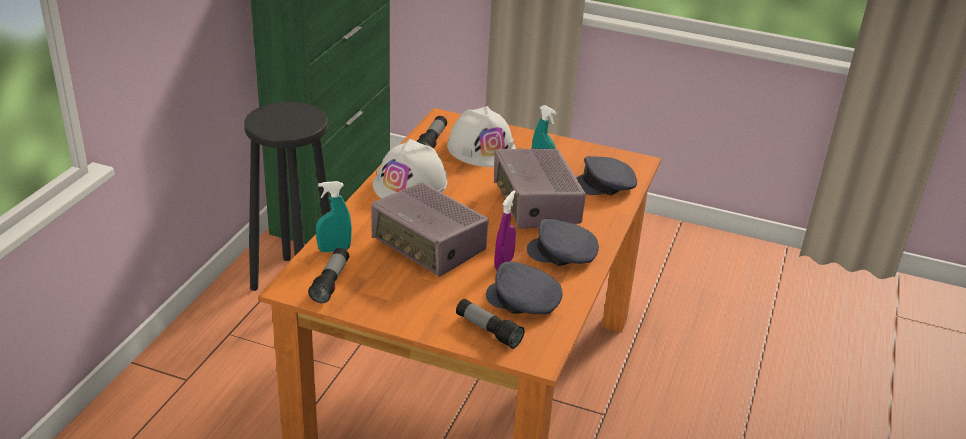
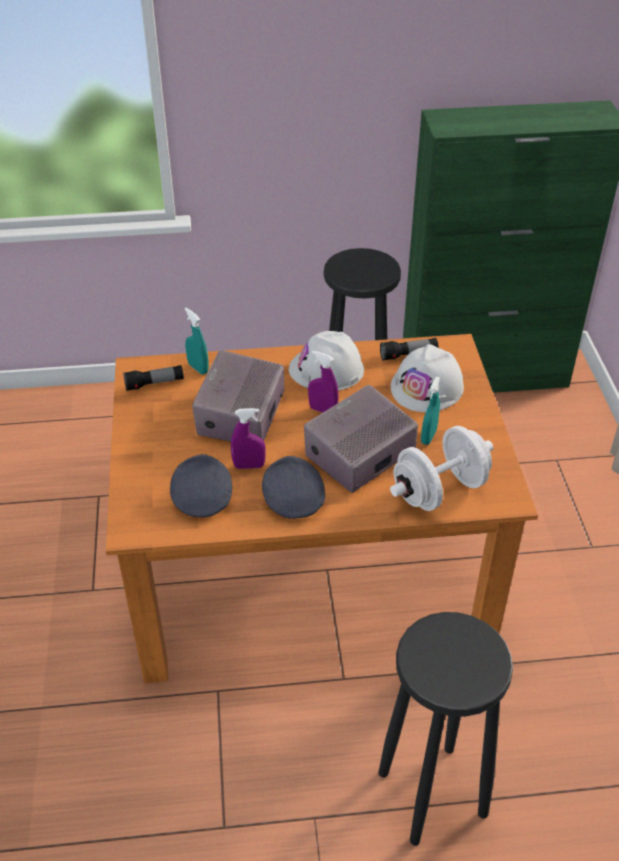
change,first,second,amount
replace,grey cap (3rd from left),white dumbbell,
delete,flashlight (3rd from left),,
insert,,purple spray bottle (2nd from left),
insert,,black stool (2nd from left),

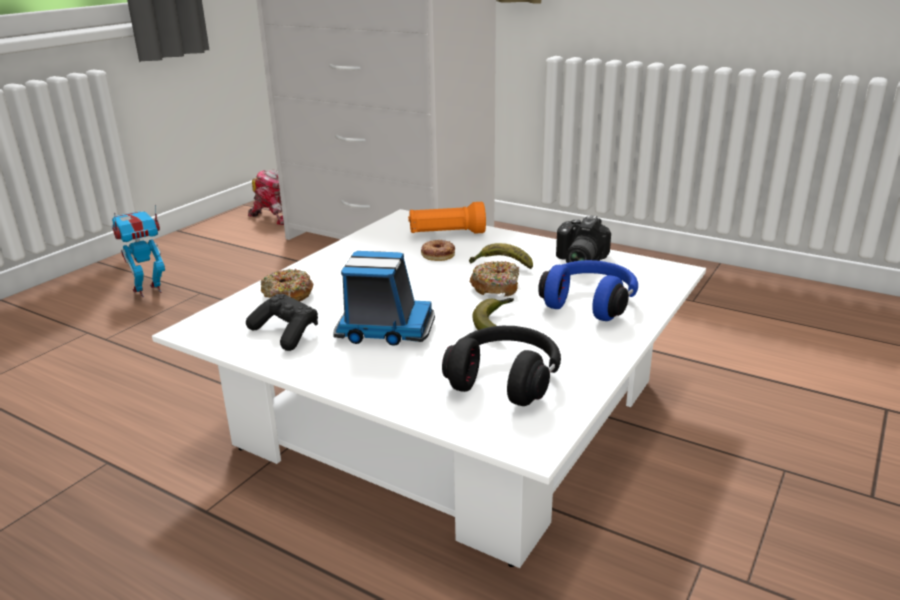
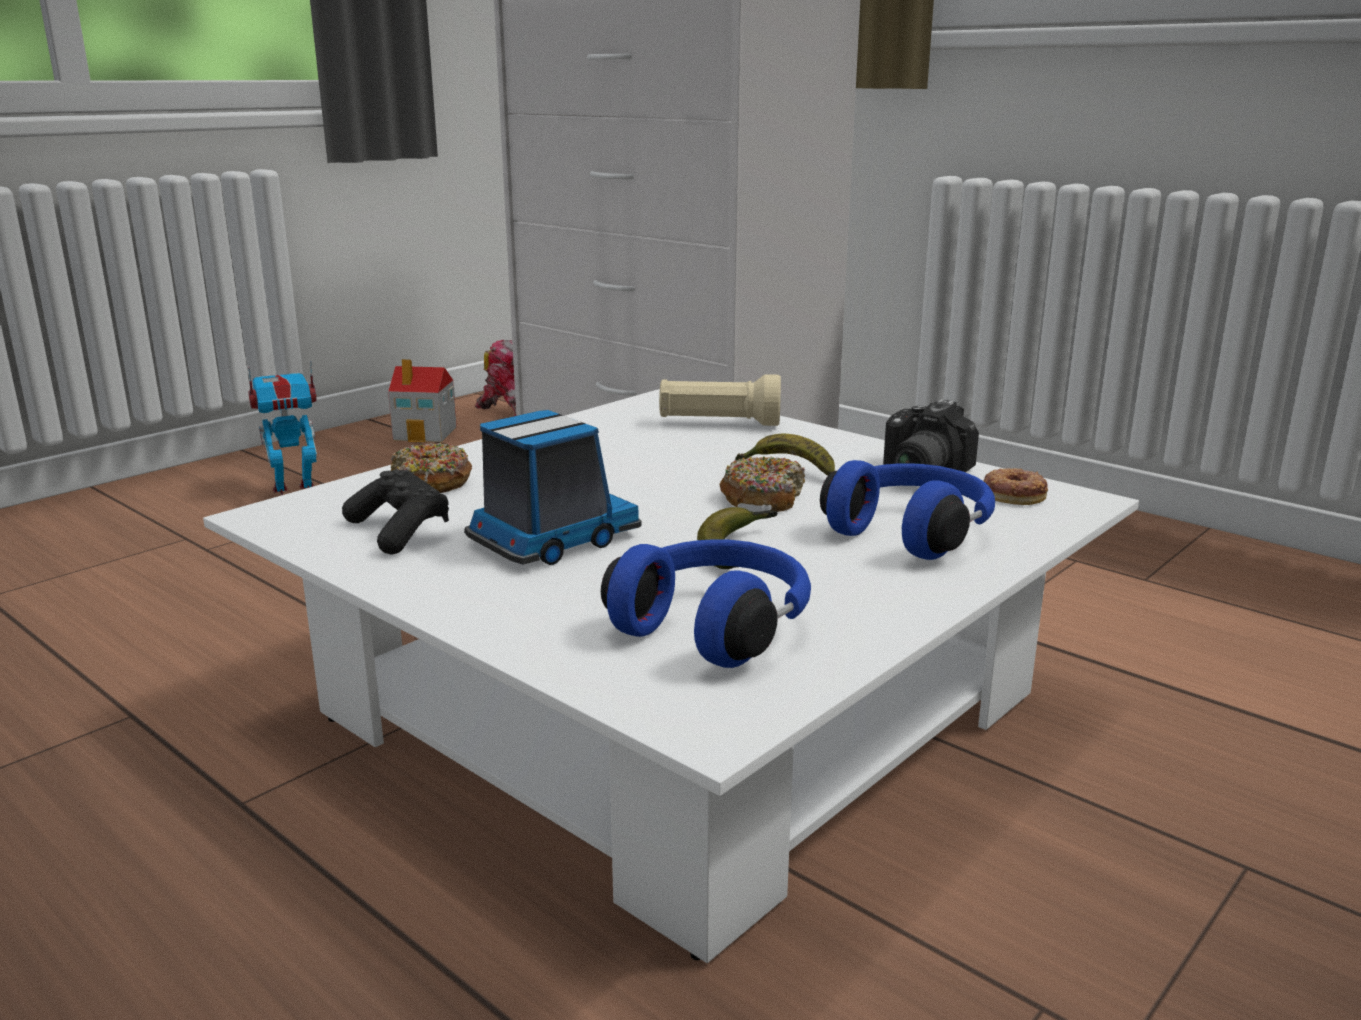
change,first,second,amount
recolor,orange flashlight,beige flashlight,
move,donut (2nd from left in the first image),donut (3rd from left),
rotate,toy truck,,60 degrees counterclockwise
recolor,black headphones,blue headphones (1st from left),
insert,,toy house,

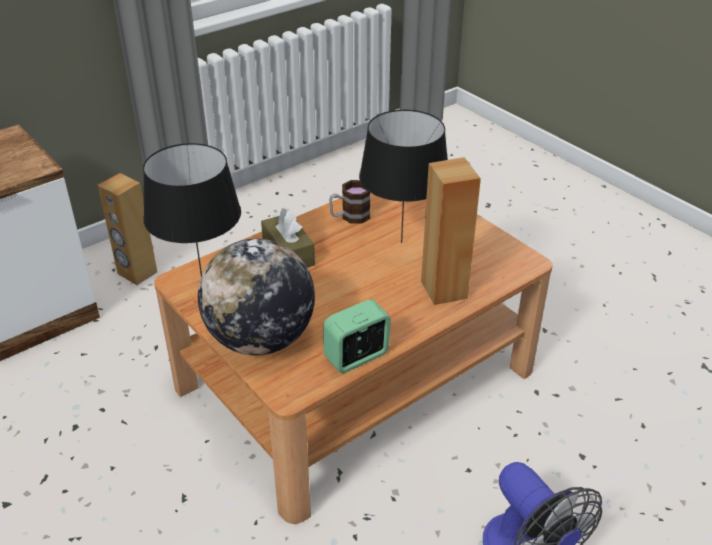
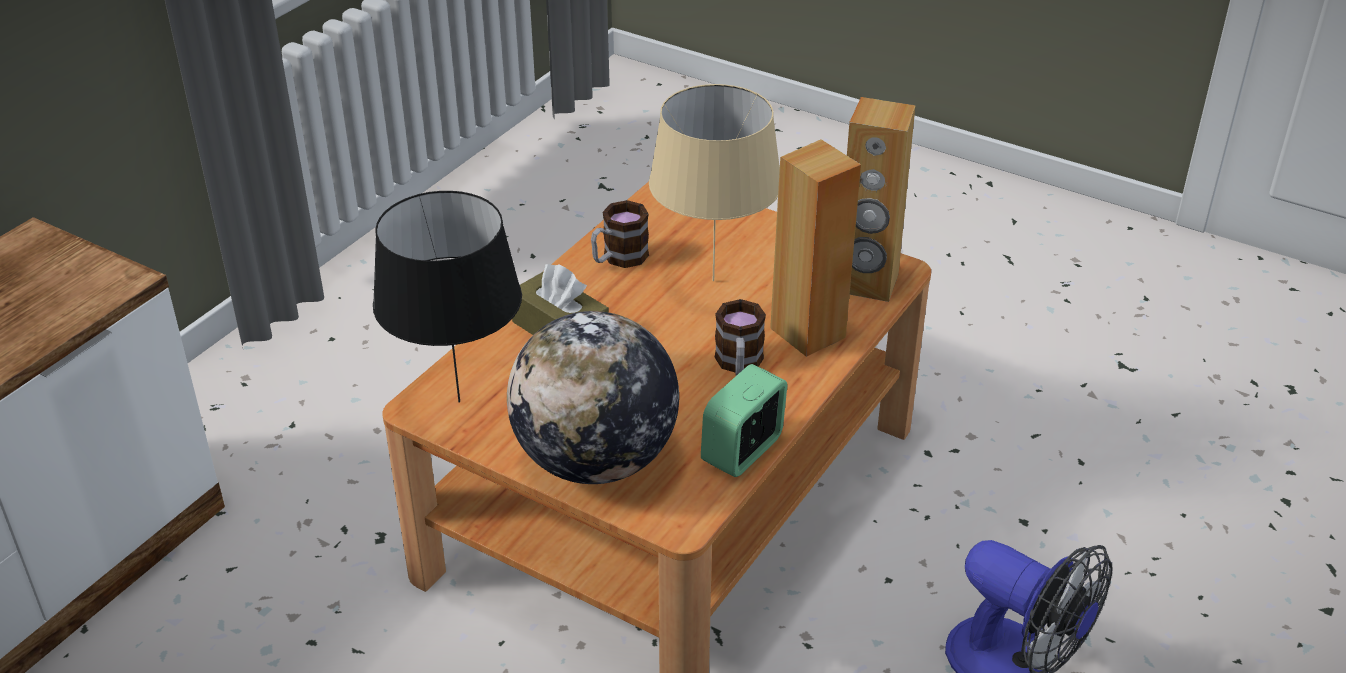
change,first,second,amount
recolor,black table lamp (2nd from left),beige table lamp,
move,brown speaker (1st from left in the first image),brown speaker (2nd from left),
insert,,mug (2nd from left),

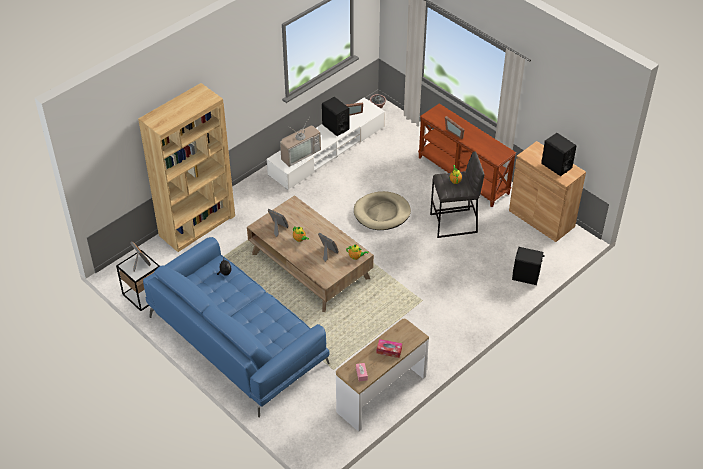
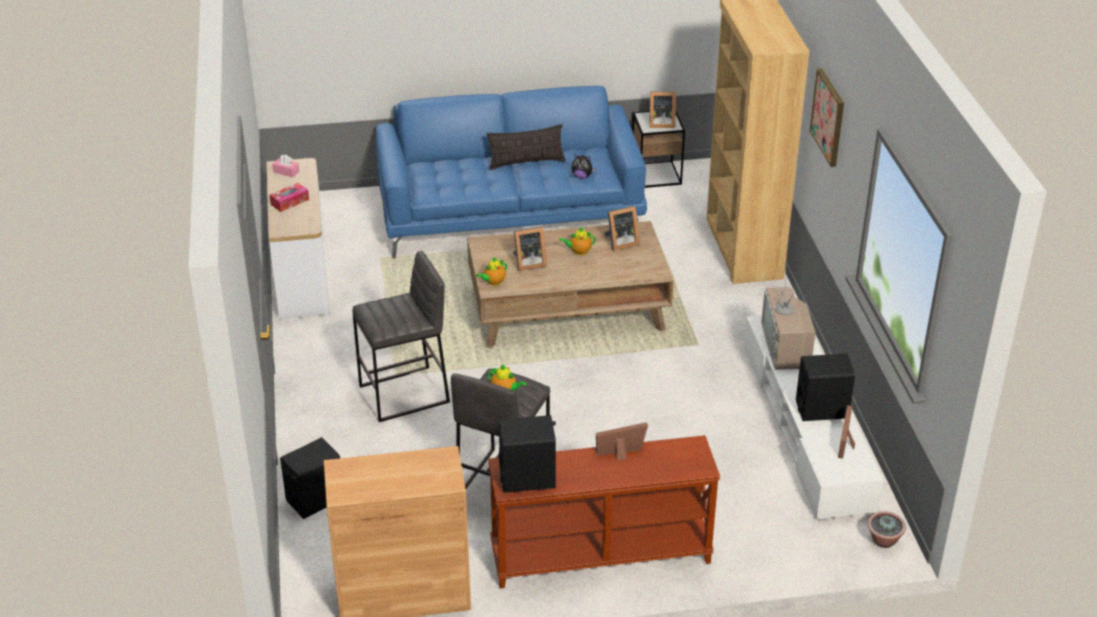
change,first,second,amount
move,black speaker (3rd from left in the first image),black speaker (2nd from left),
delete,beige dog bed,,
insert,,picture,
insert,,pillow,
insert,,grey stool (1st from left),

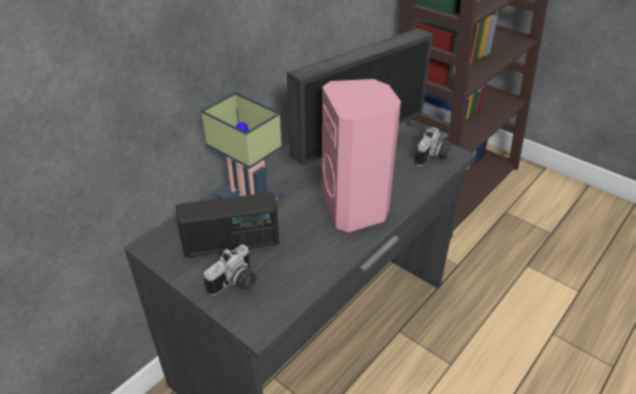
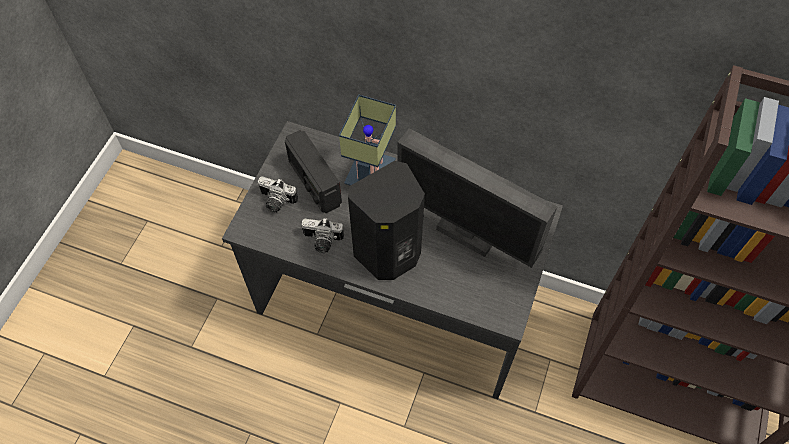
change,first,second,amount
recolor,pink speaker,black speaker,
move,photo camera (2nd from left),,

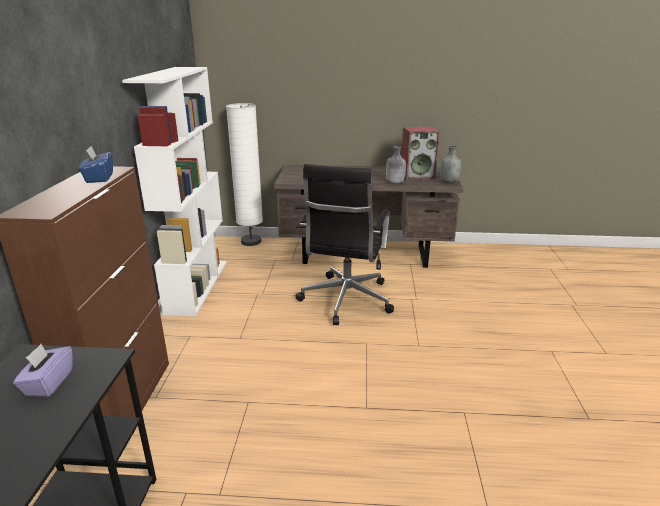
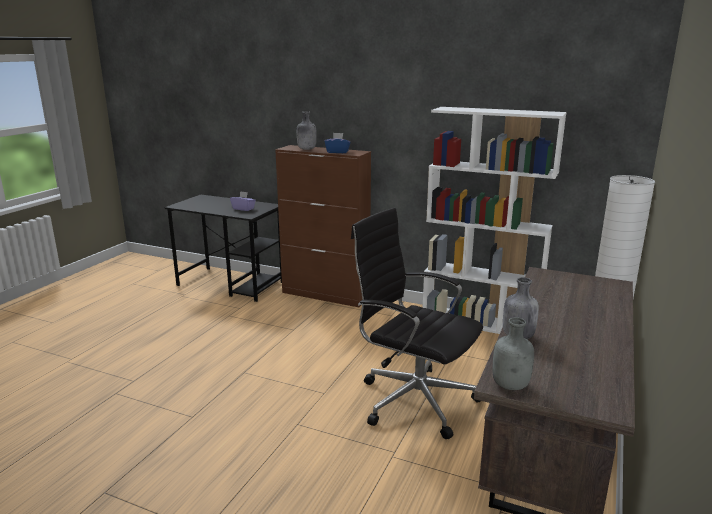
change,first,second,amount
delete,speaker,,
insert,,grey bottle (1st from left),

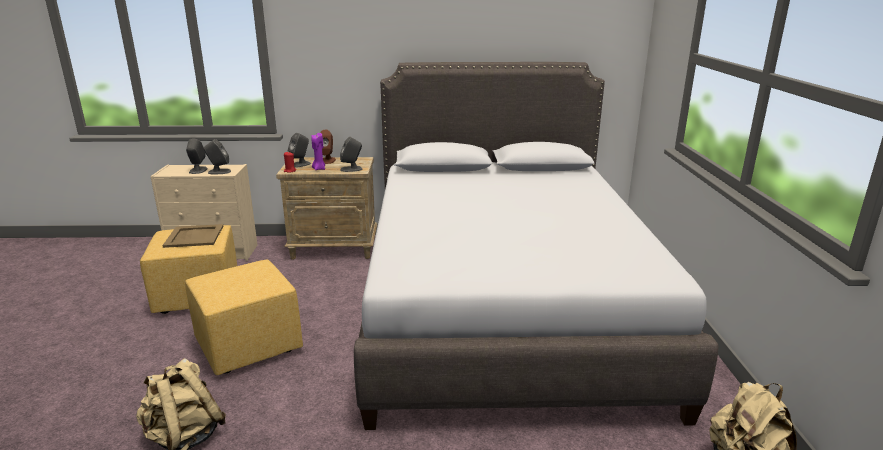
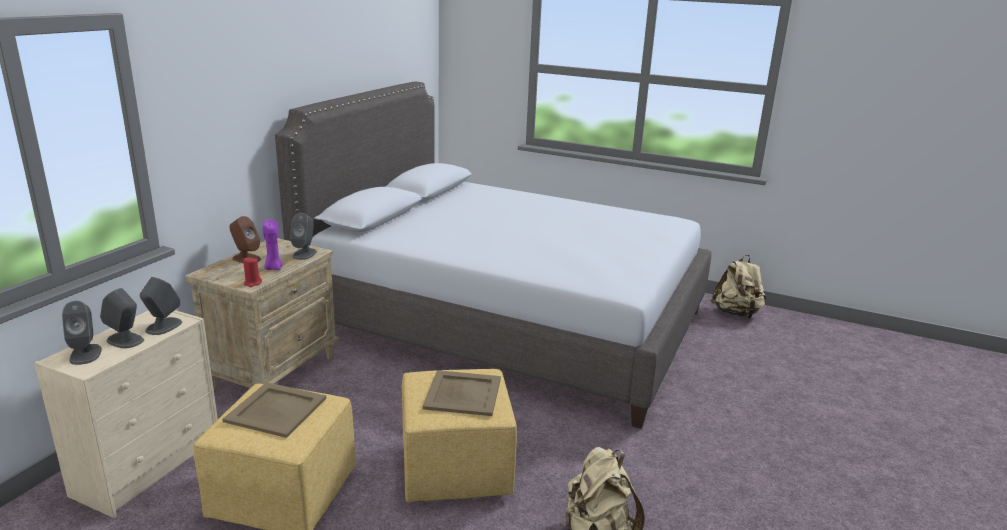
change,first,second,amount
move,grey speaker (3rd from left in the first image),grey speaker (1st from left),
insert,,beige tray (2nd from left),

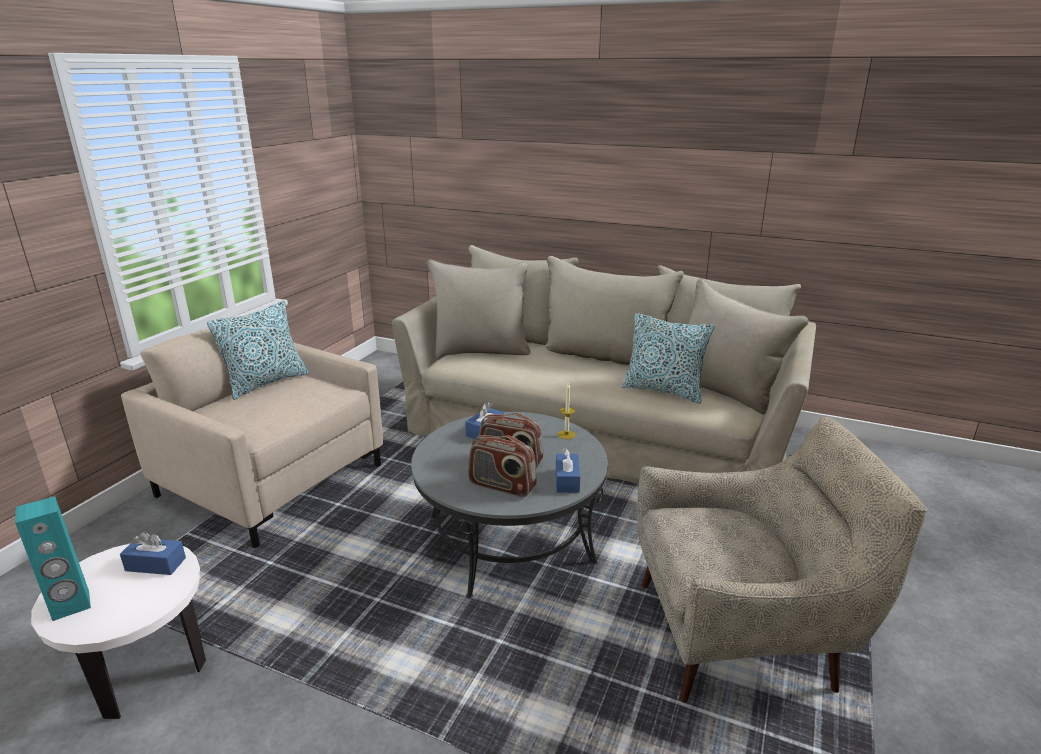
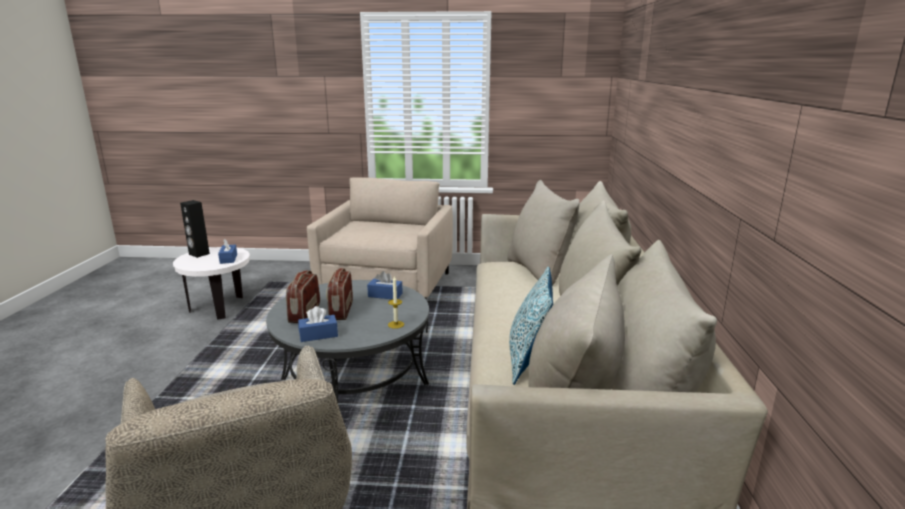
change,first,second,amount
delete,pillow (1st from left),,
recolor,turquoise speaker,black speaker,

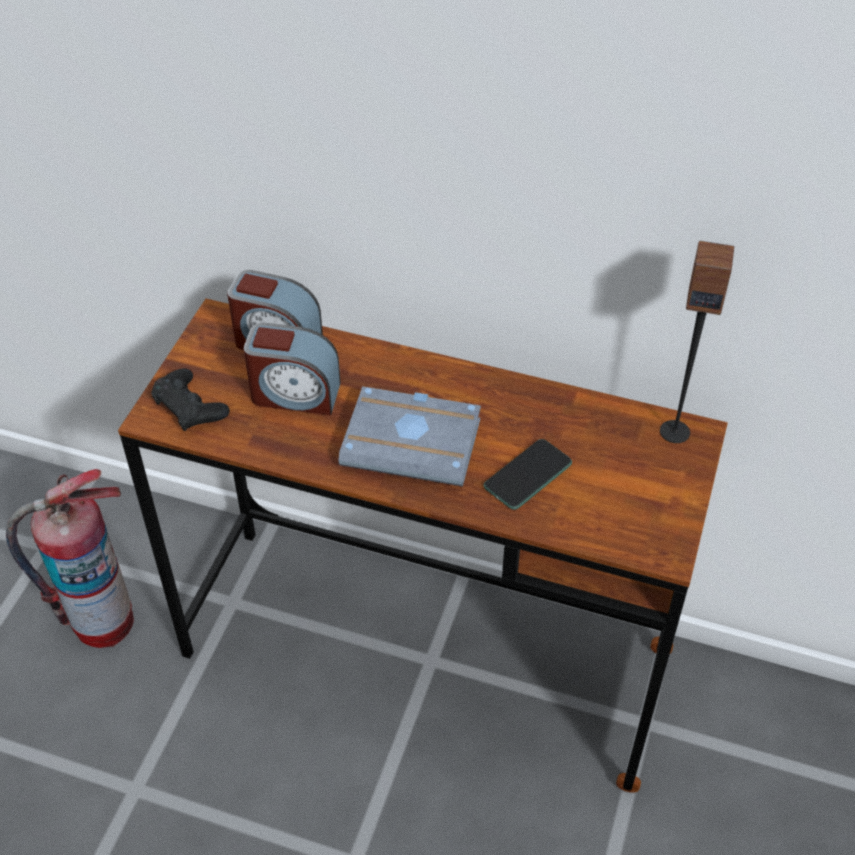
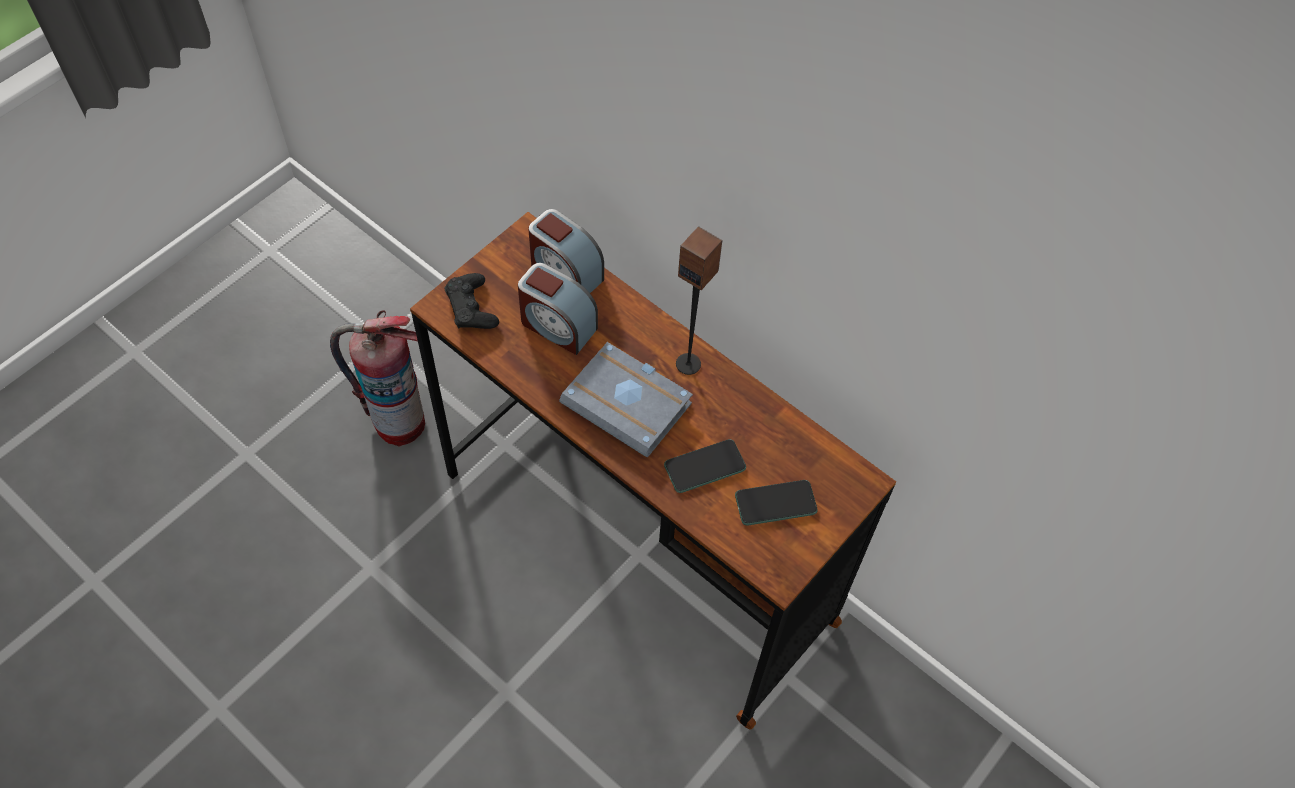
change,first,second,amount
move,speaker,,
insert,,phone (2nd from left),

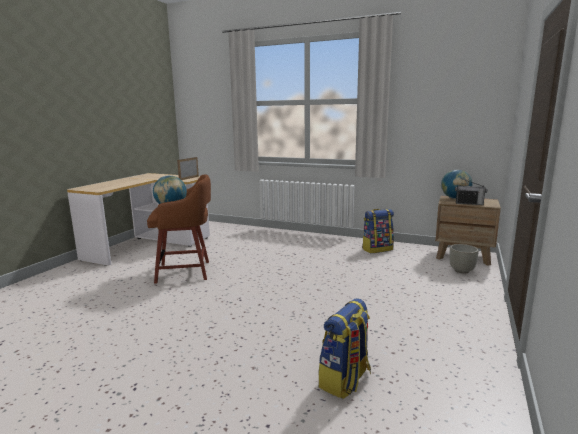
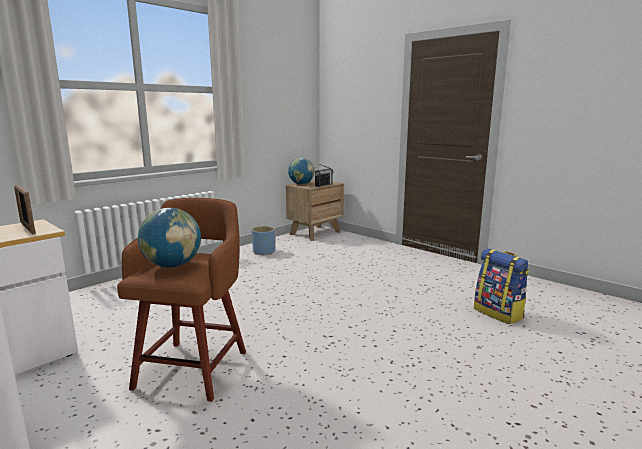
change,first,second,amount
replace,backpack (2nd from left),blue planter,
delete,grey planter,,

